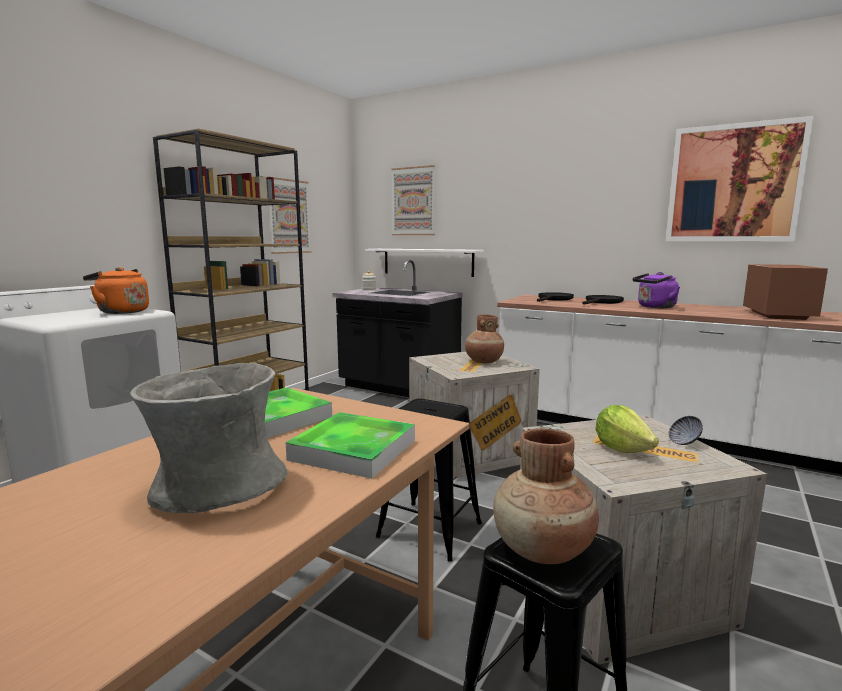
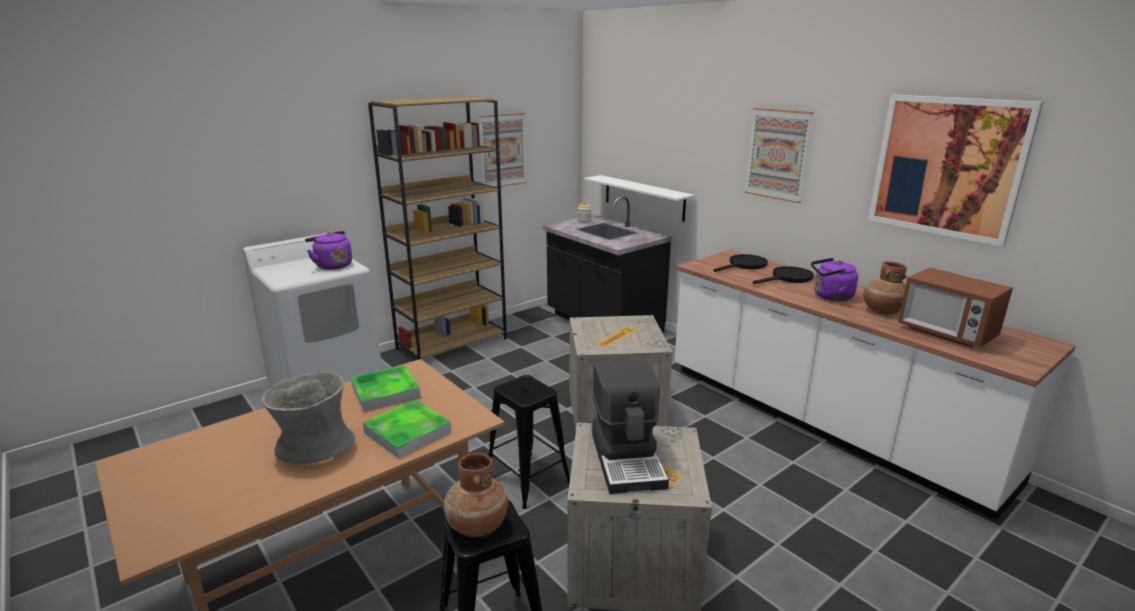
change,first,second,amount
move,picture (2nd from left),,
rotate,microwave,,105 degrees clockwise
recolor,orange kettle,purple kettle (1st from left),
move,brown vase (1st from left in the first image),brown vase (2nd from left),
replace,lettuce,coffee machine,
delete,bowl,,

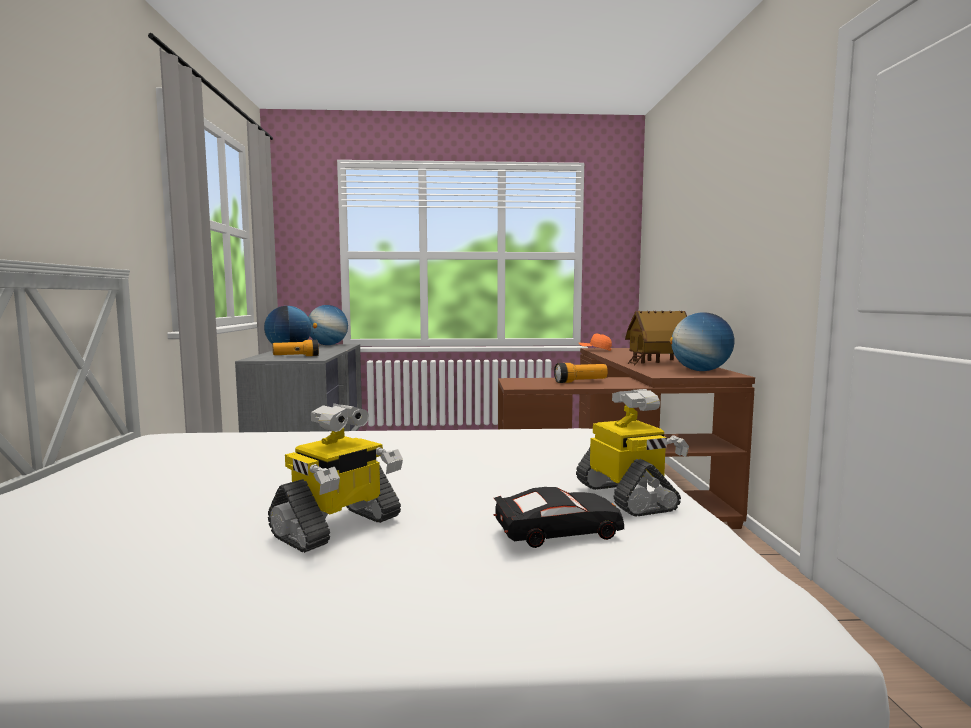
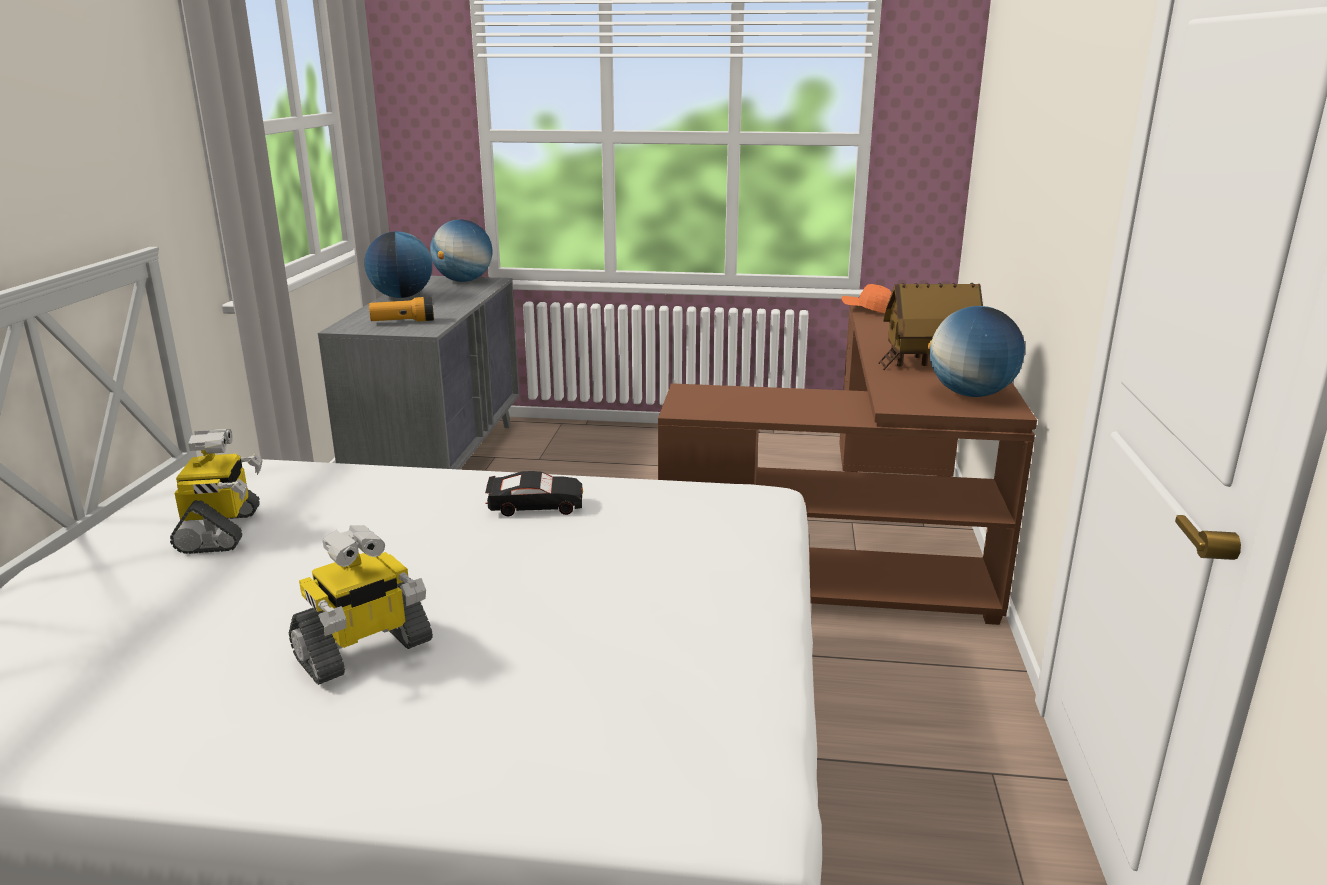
change,first,second,amount
delete,flashlight (2nd from left),,
move,toy robot (2nd from left in the first image),toy robot (1st from left),
move,black toy car,,

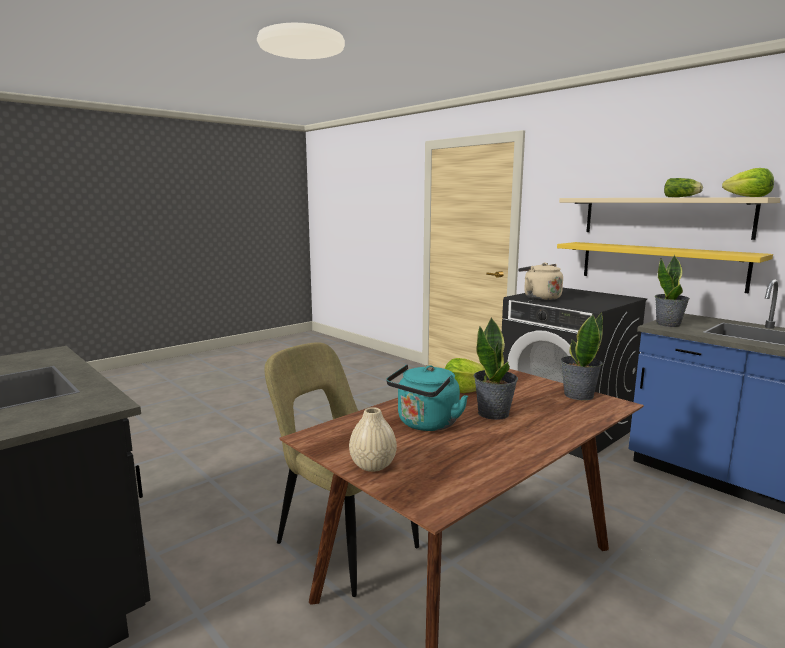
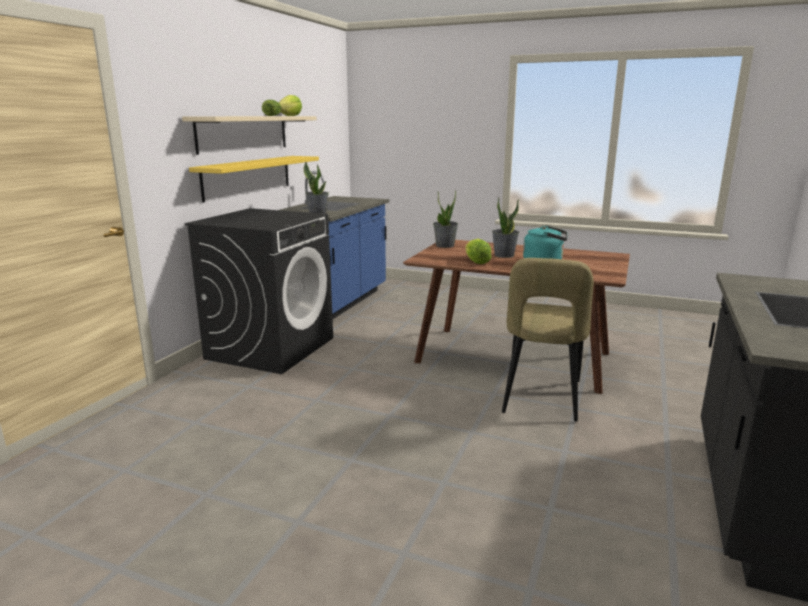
change,first,second,amount
delete,beige kettle,,
delete,beige vase,,

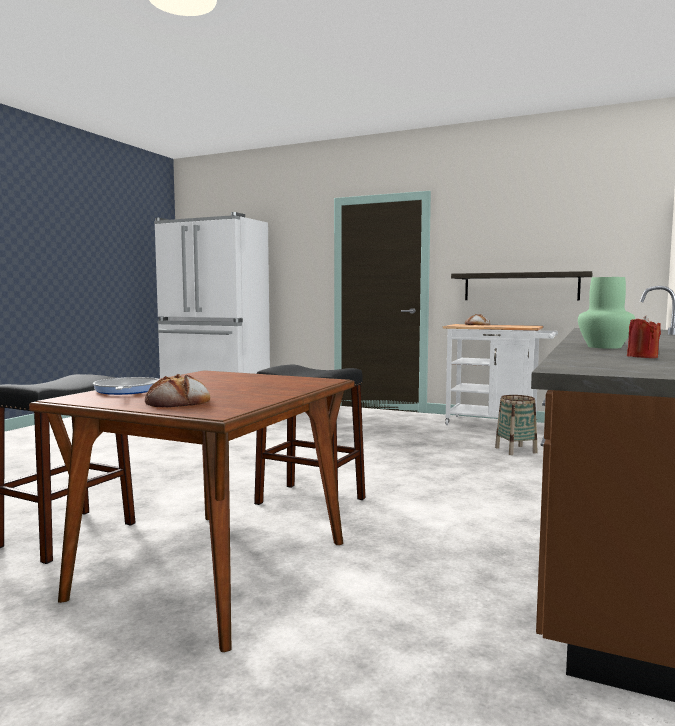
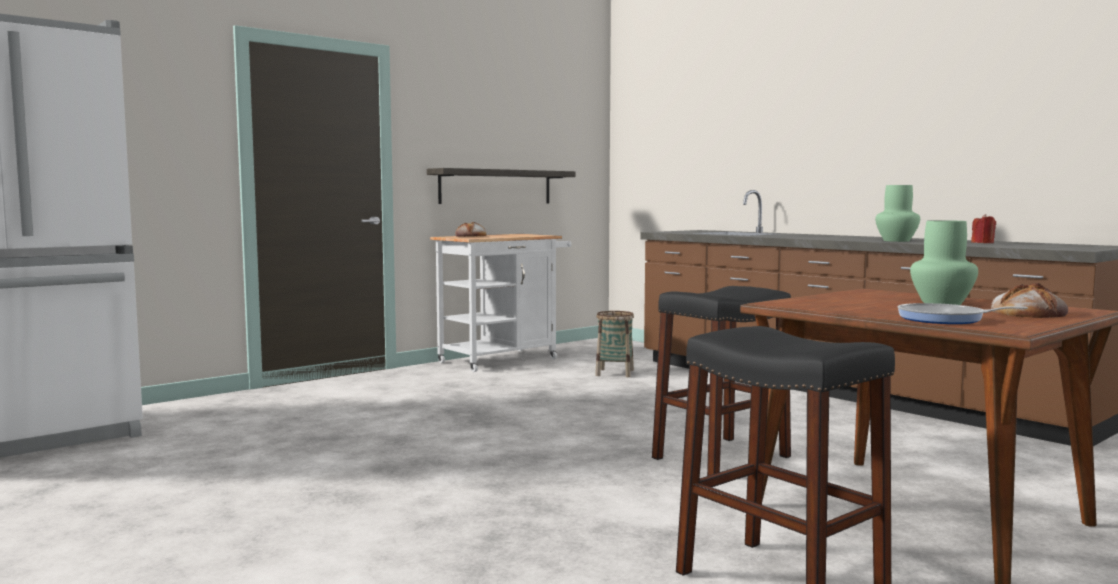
change,first,second,amount
insert,,green vase (2nd from left),

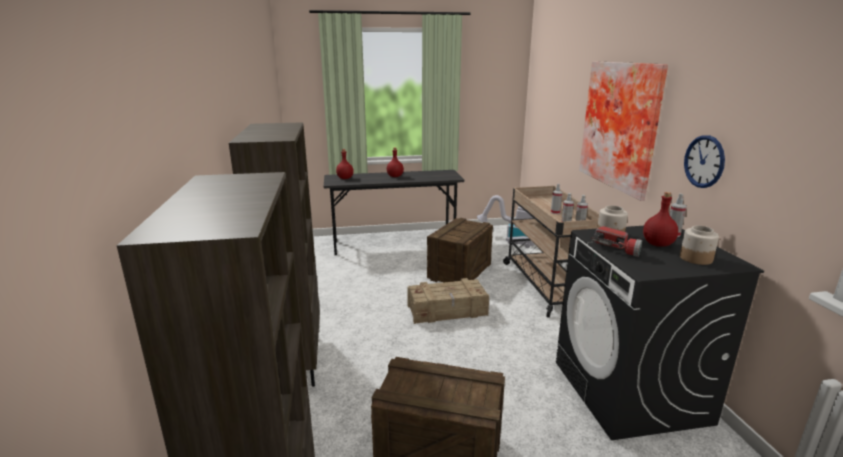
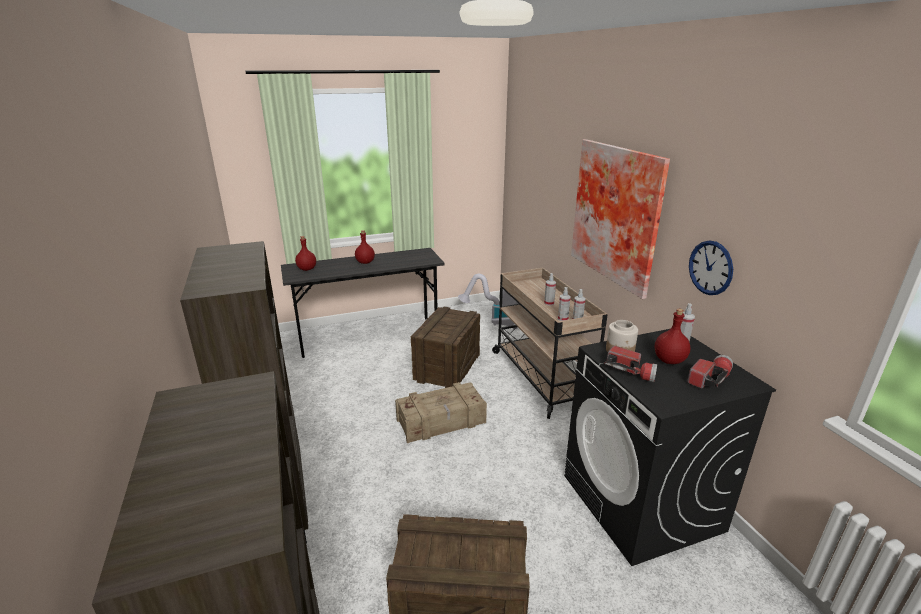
change,first,second,amount
replace,jar (2nd from left),flashlight (2nd from left),

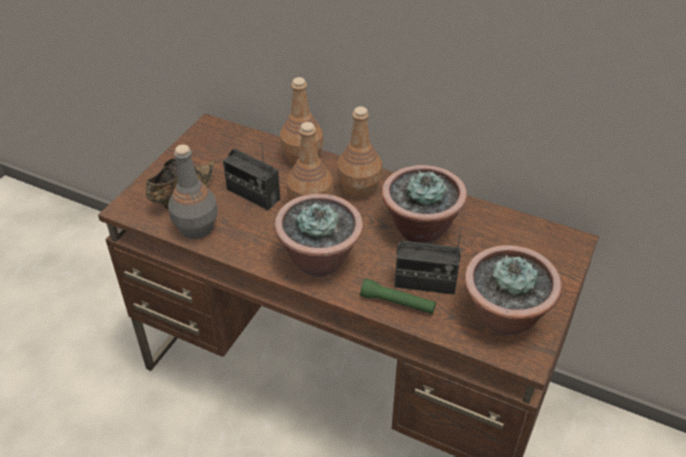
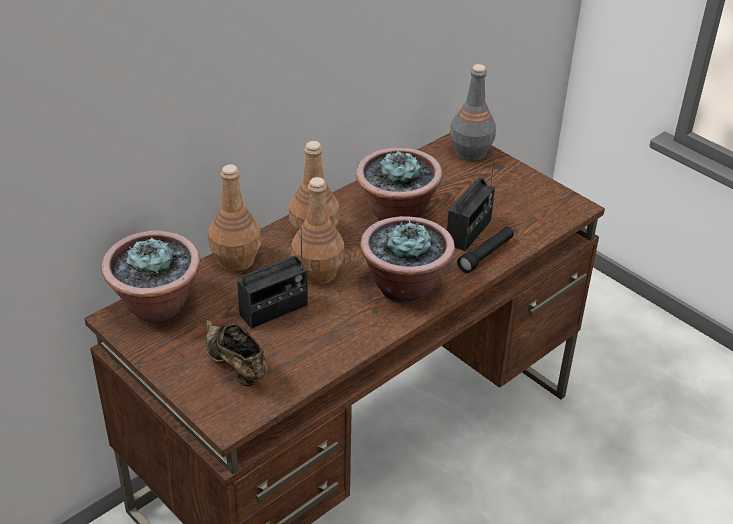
change,first,second,amount
move,grey bottle,,
move,potted plant (3rd from left in the first image),potted plant (1st from left),
recolor,green flashlight,black flashlight,

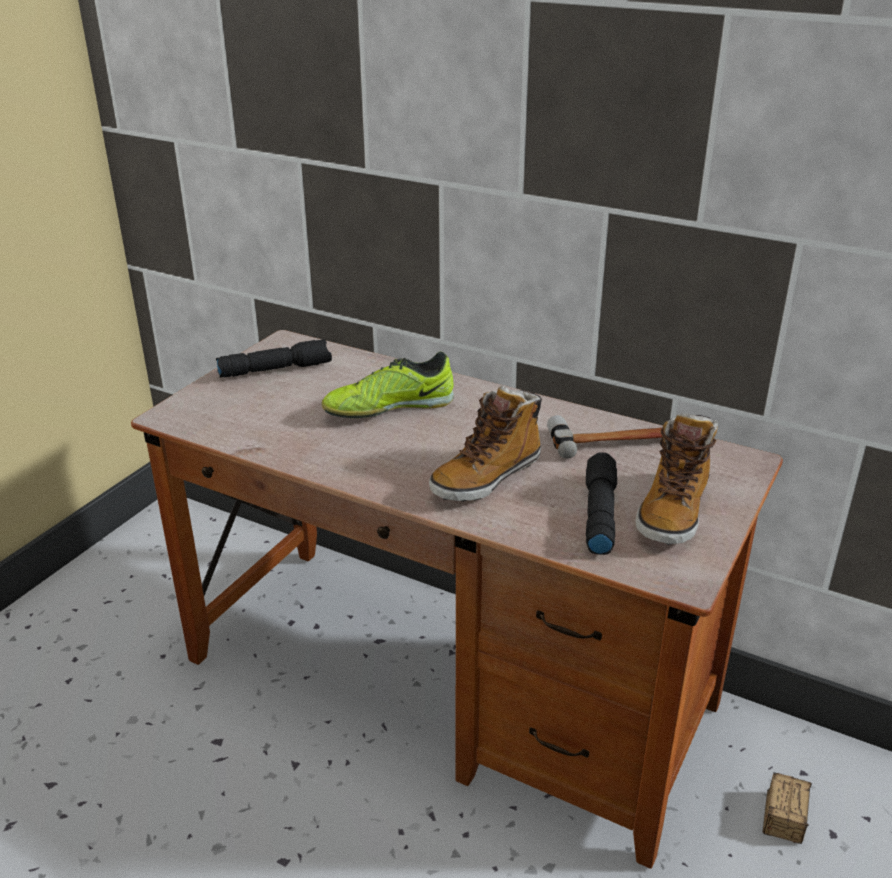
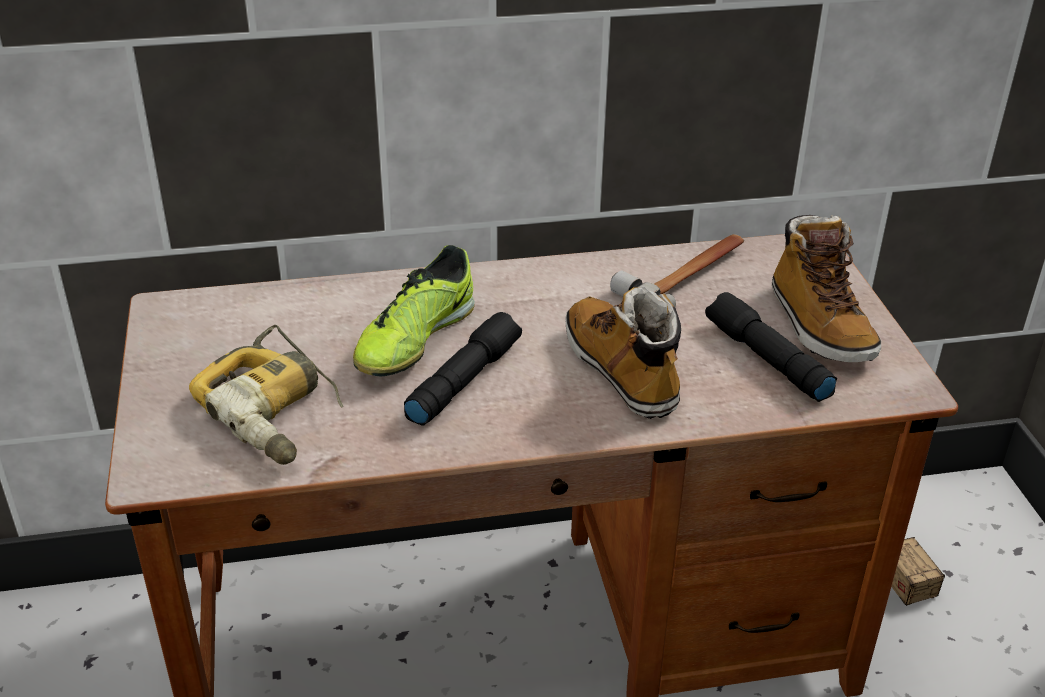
change,first,second,amount
move,black flashlight (1st from left),,
rotate,boot (1st from left),,150 degrees clockwise
insert,,power drill,

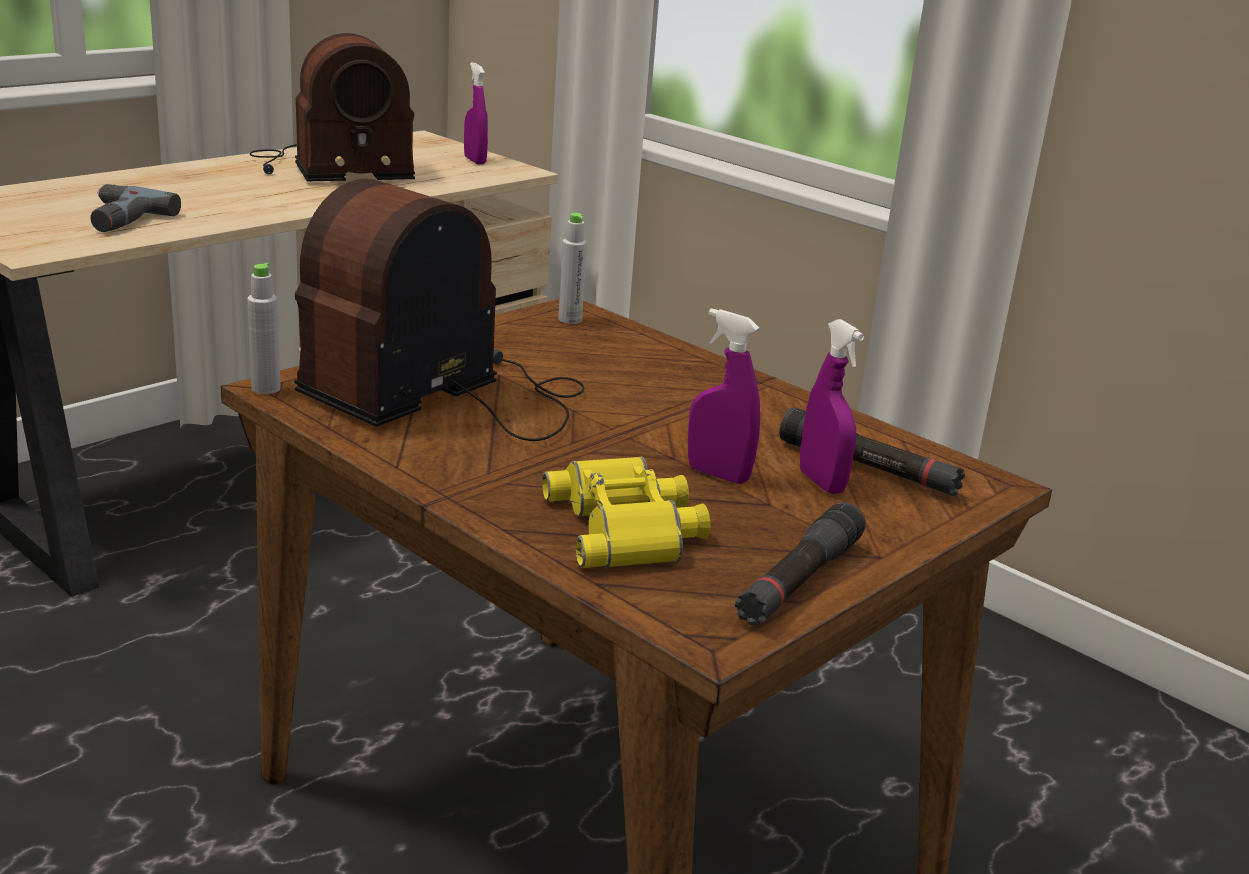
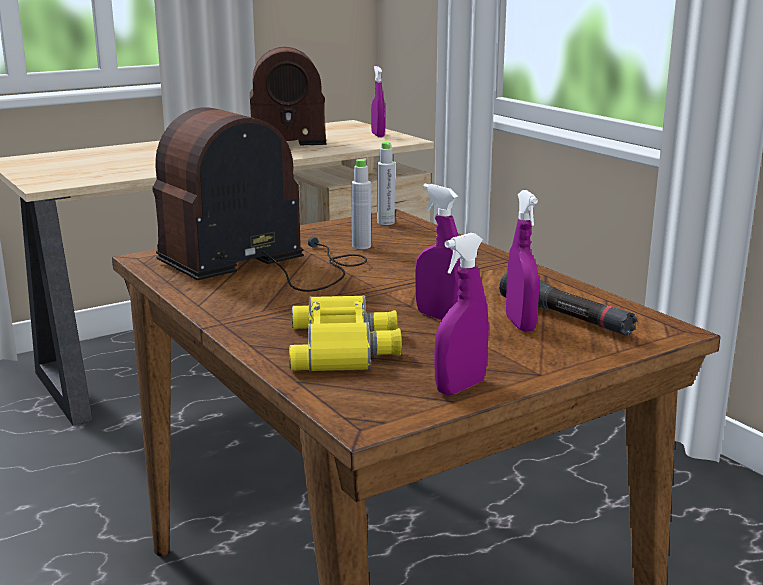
change,first,second,amount
delete,power drill,,
move,grey bottle (1st from left),,
replace,black flashlight (1st from left),purple spray bottle (3rd from left),

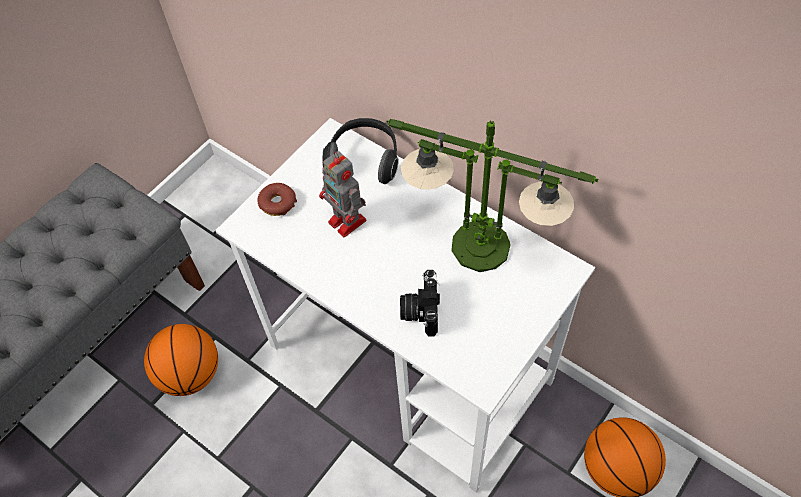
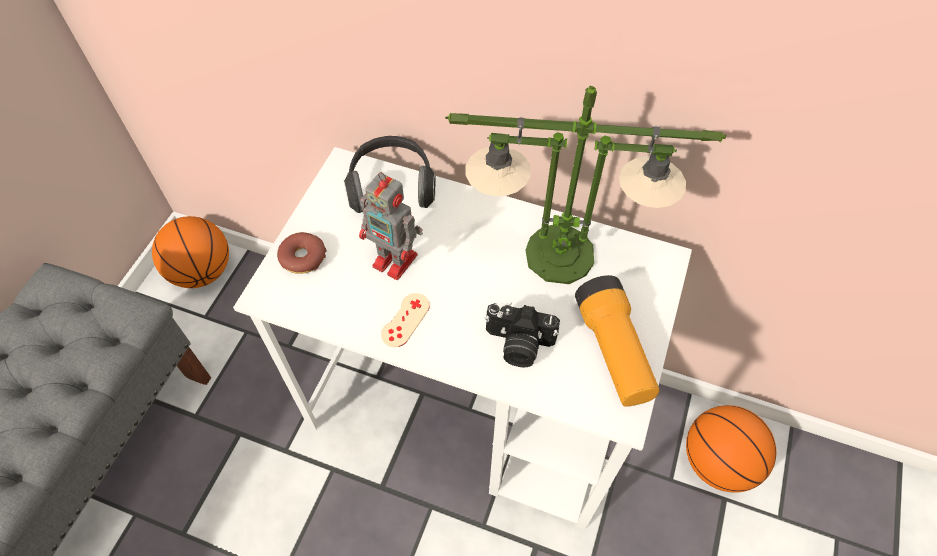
change,first,second,amount
rotate,photo camera,,60 degrees counterclockwise
move,basketball (1st from left),,
insert,,flashlight,
insert,,beige game controller,

